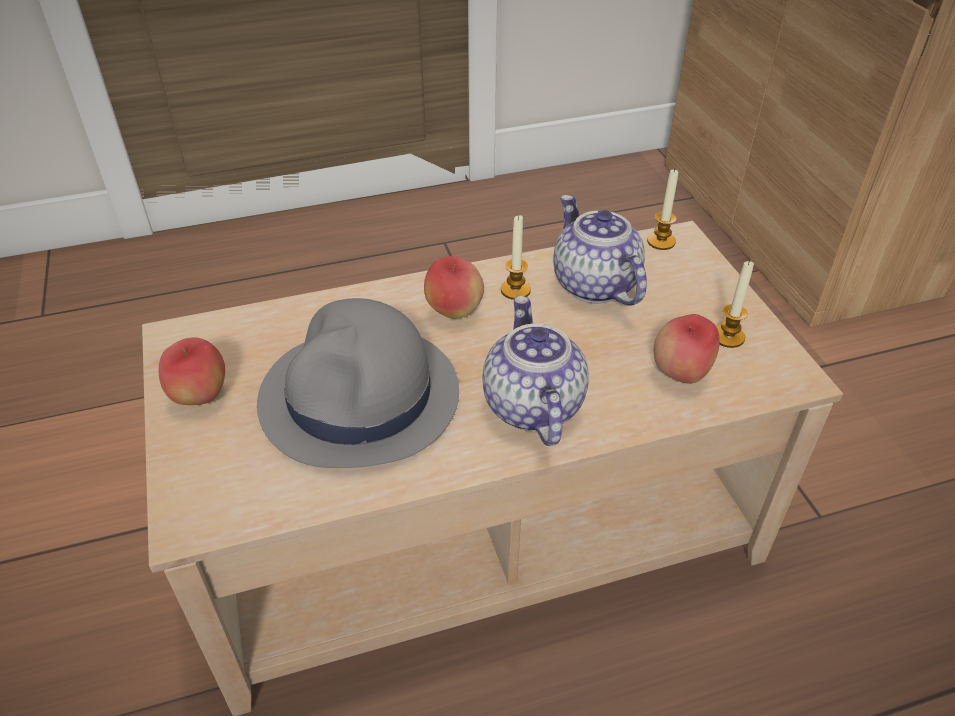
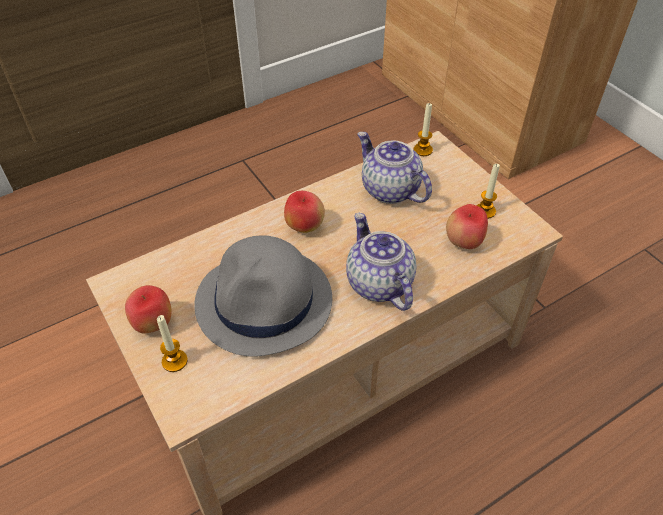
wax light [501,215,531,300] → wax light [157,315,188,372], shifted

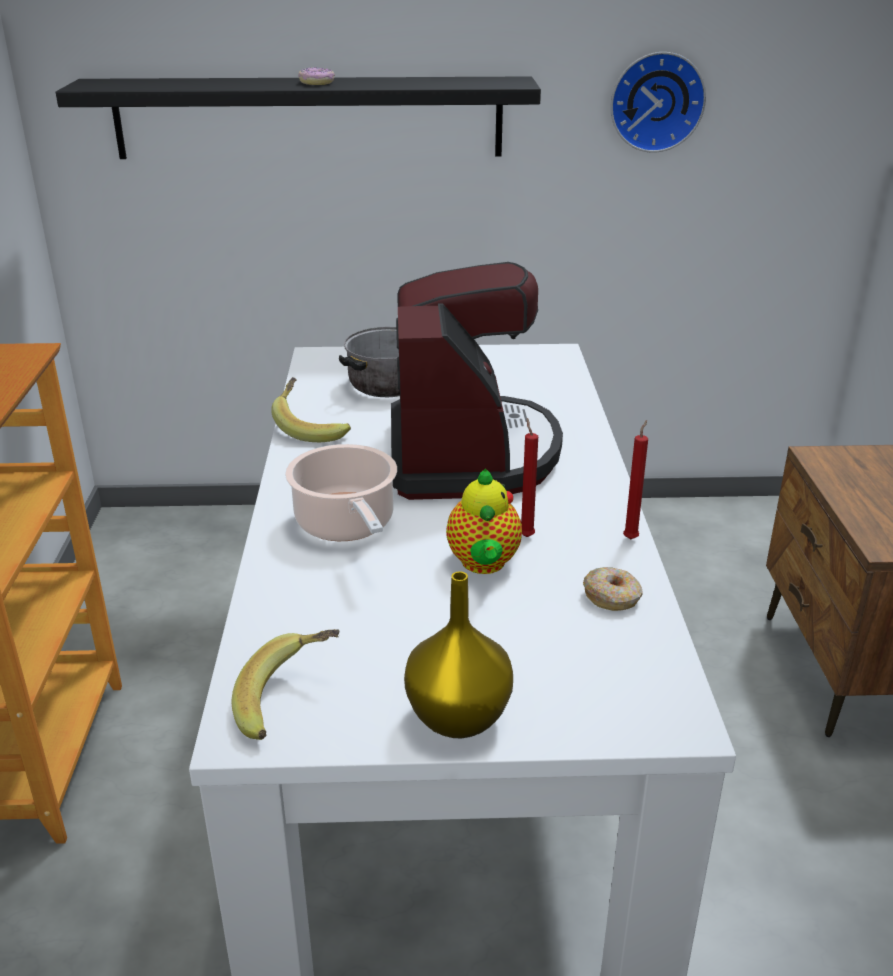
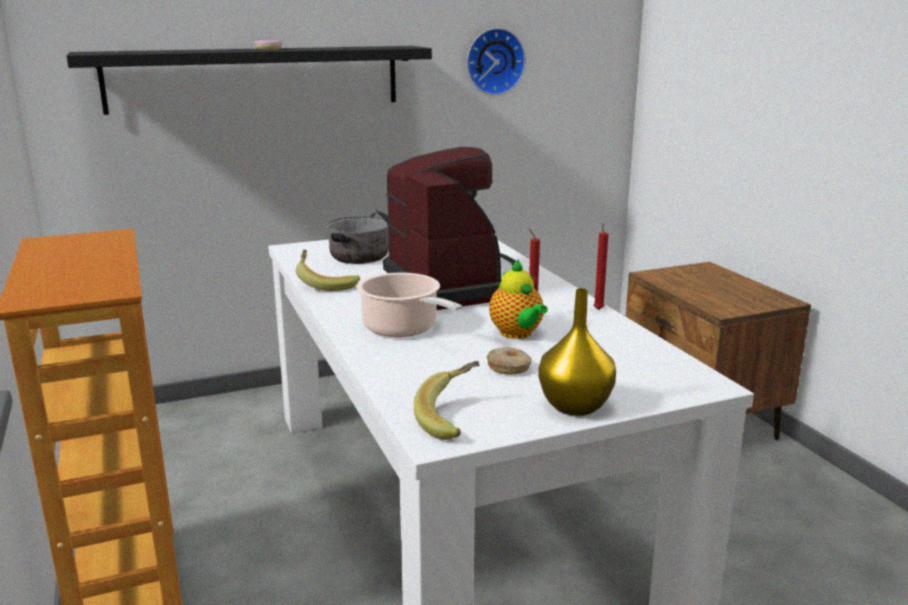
doughnut [583,567,643,611] → doughnut [487,347,532,375], shifted

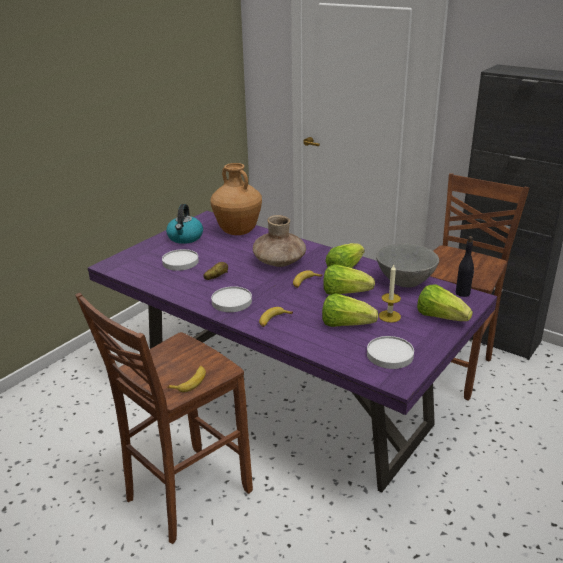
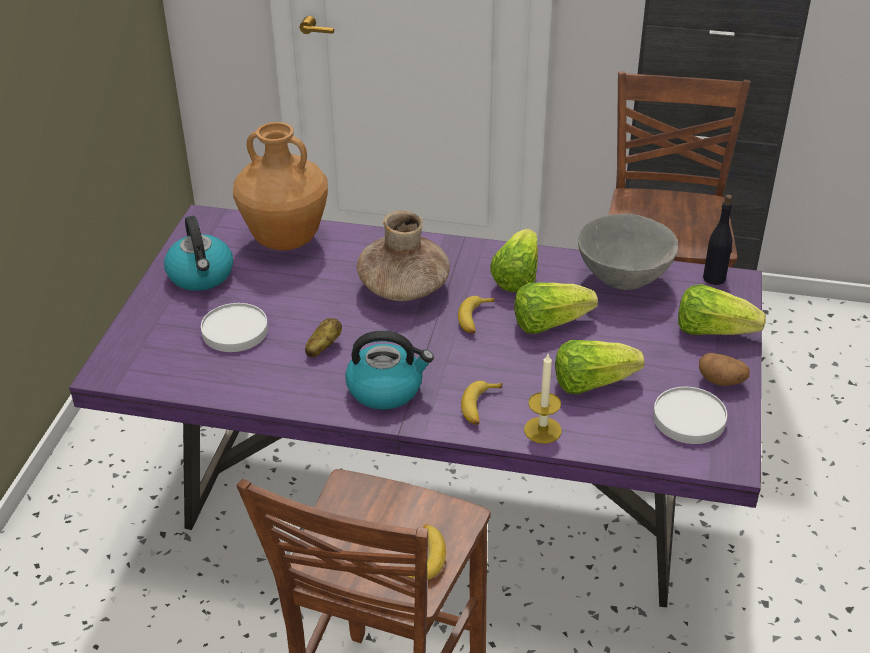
- → whole potato [699,353,750,386]
wax light [379,265,401,323] → wax light [524,354,562,444], shifted
white-coloured flat dish [211,286,252,312] → water kettle [345,331,434,410]

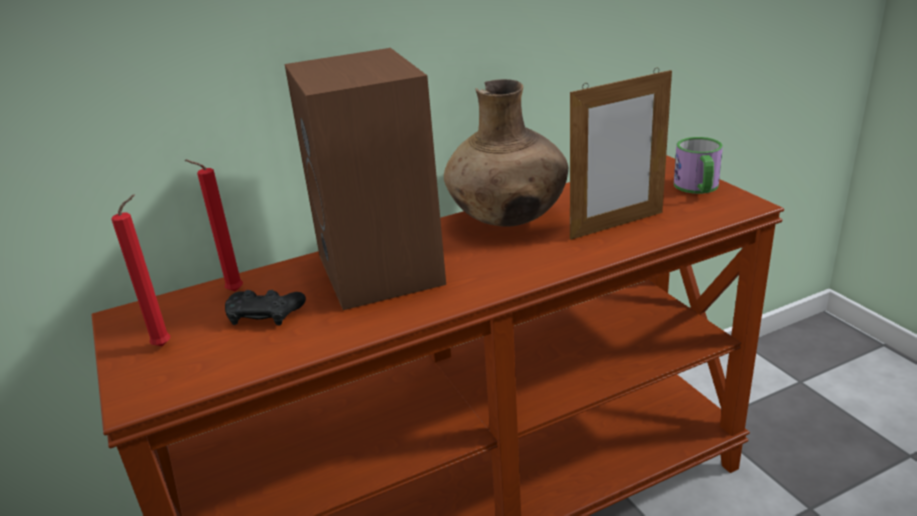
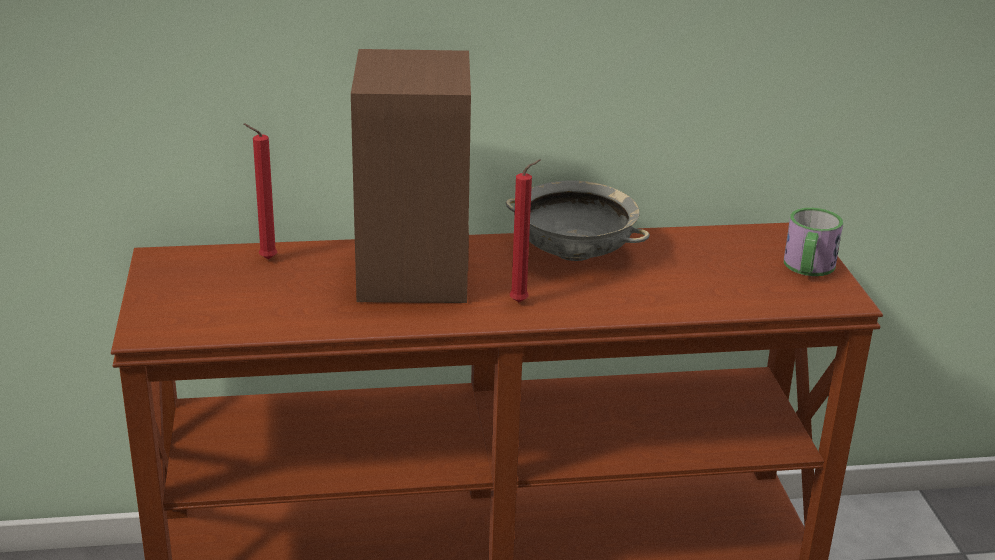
blackish joypad [225,290,306,326] → -
standing frame [570,68,672,240] → -
red-coloured wax light [111,194,170,346] → red-coloured wax light [510,160,541,302], shifted
brownish flower vase [444,79,568,227] → grey deep dish [506,180,650,261]

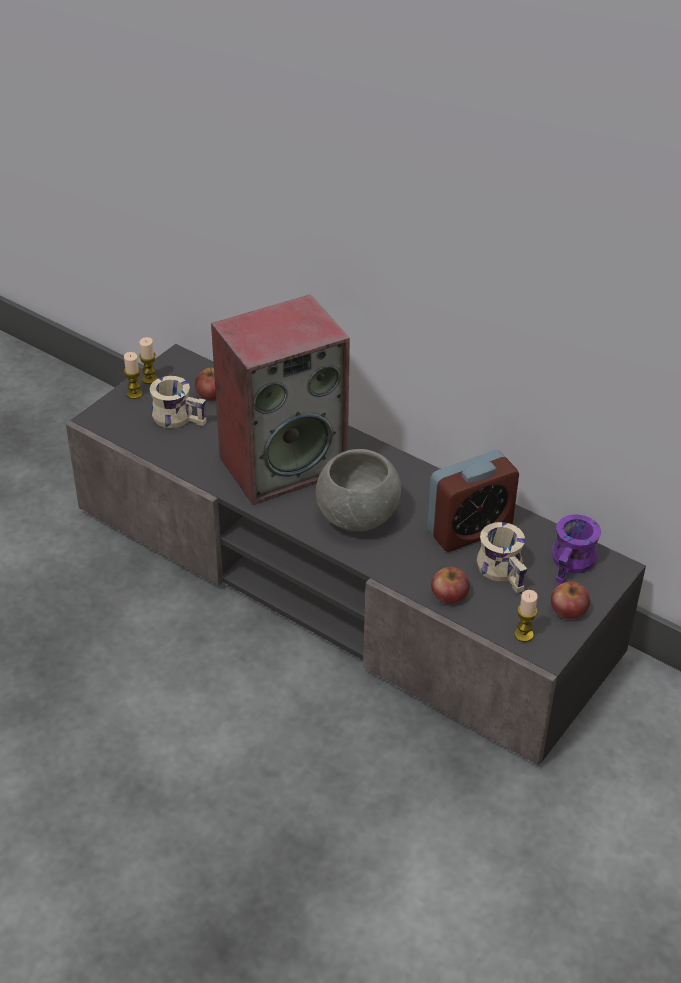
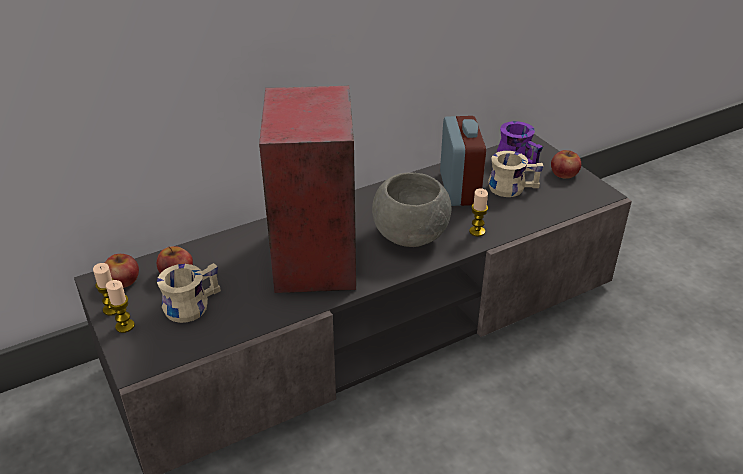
whole apple [431,567,470,604] → whole apple [105,254,139,288], shifted
wax light [514,590,538,642] → wax light [469,188,488,237], shifted

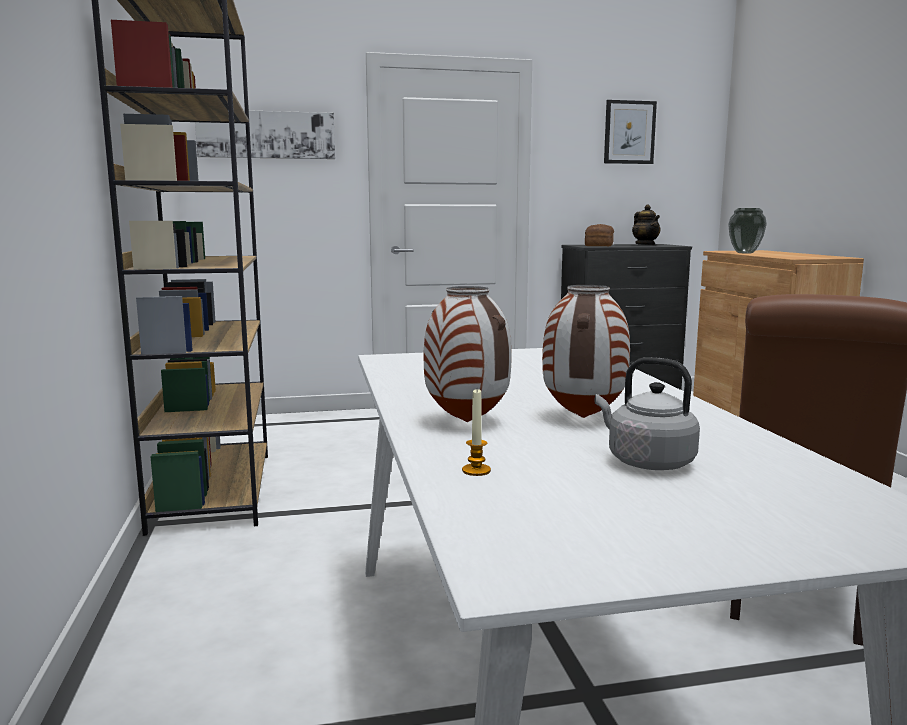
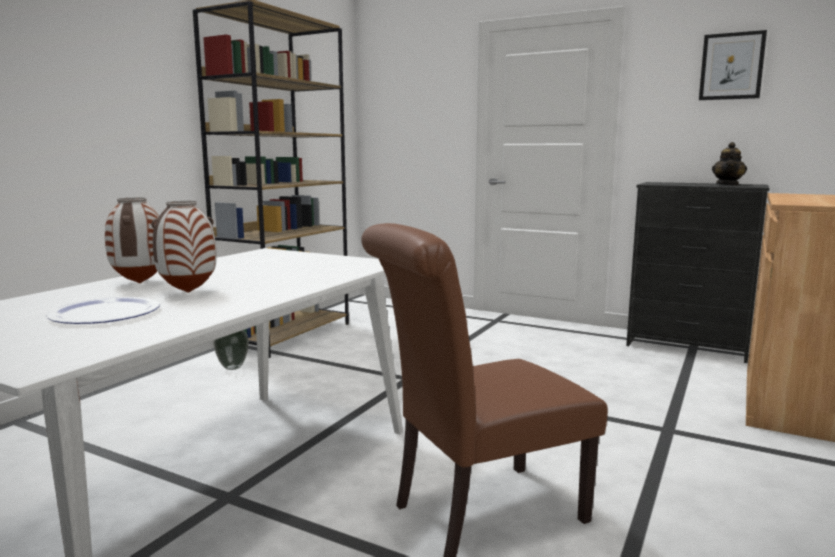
wall picture [195,110,335,159] → -
wax light [462,389,491,476] → -
bakery bread [585,224,614,246] → -
flower vase [728,208,767,253] → flower vase [213,330,249,370], shifted
grey water kettle [594,357,700,470] → flat dish [47,297,160,324]

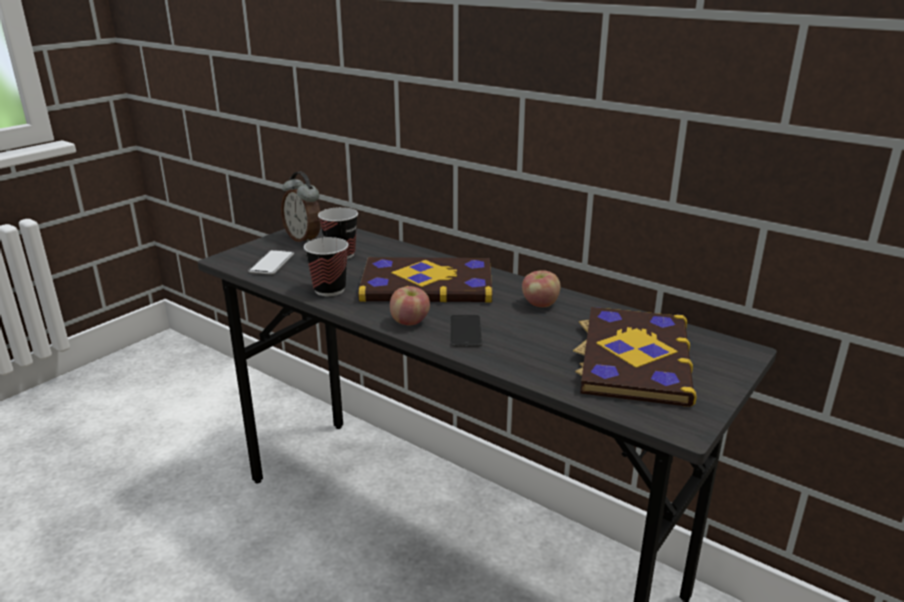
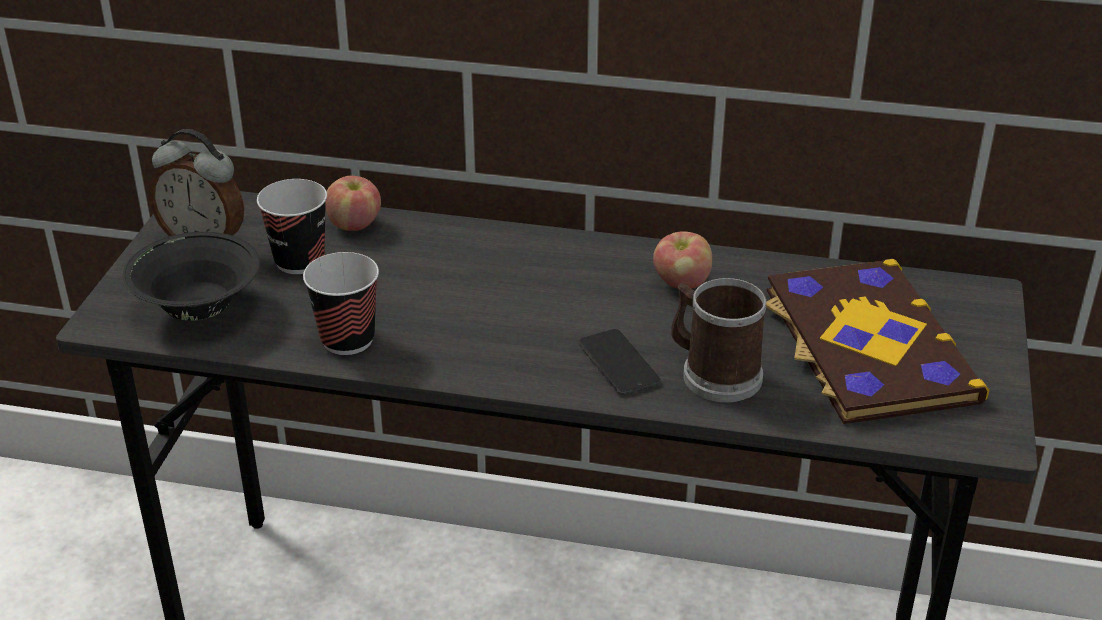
bound book [358,257,492,302] → -
- → tea mug [671,278,766,403]
whole apple [390,286,430,325] → whole apple [326,176,381,231], shifted
telephone [248,250,294,275] → blackish deep dish [123,232,260,321]

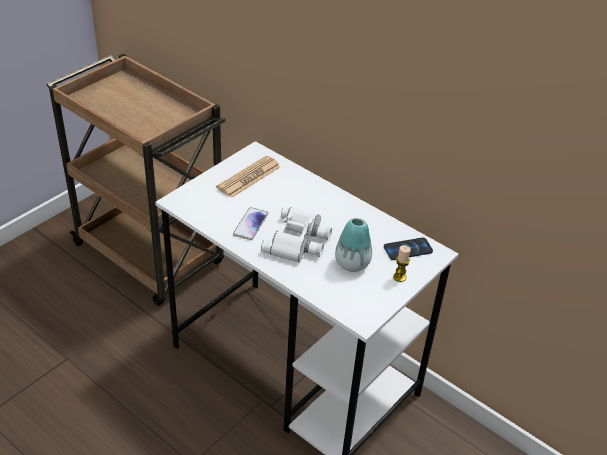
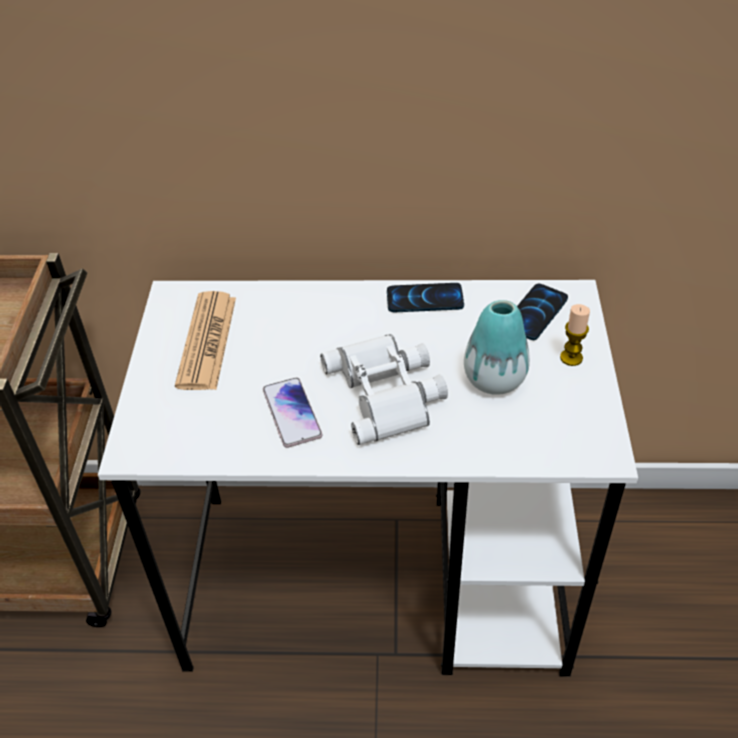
- → telephone [387,283,464,312]

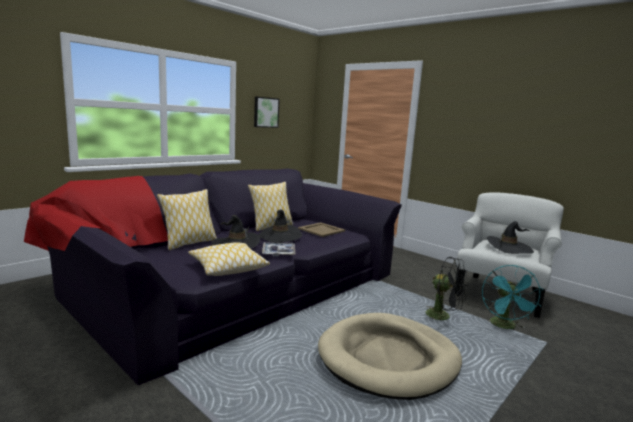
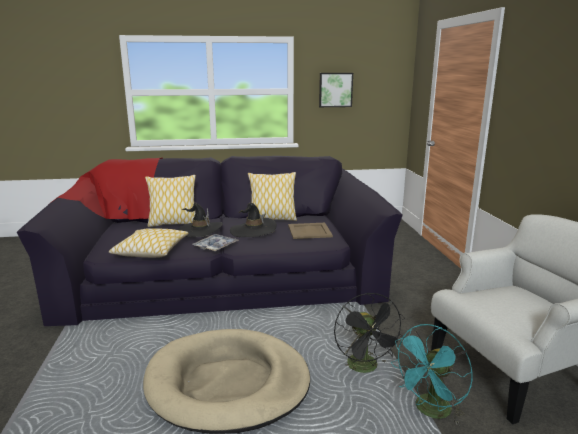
blackish clothing hat [487,221,534,254] → -

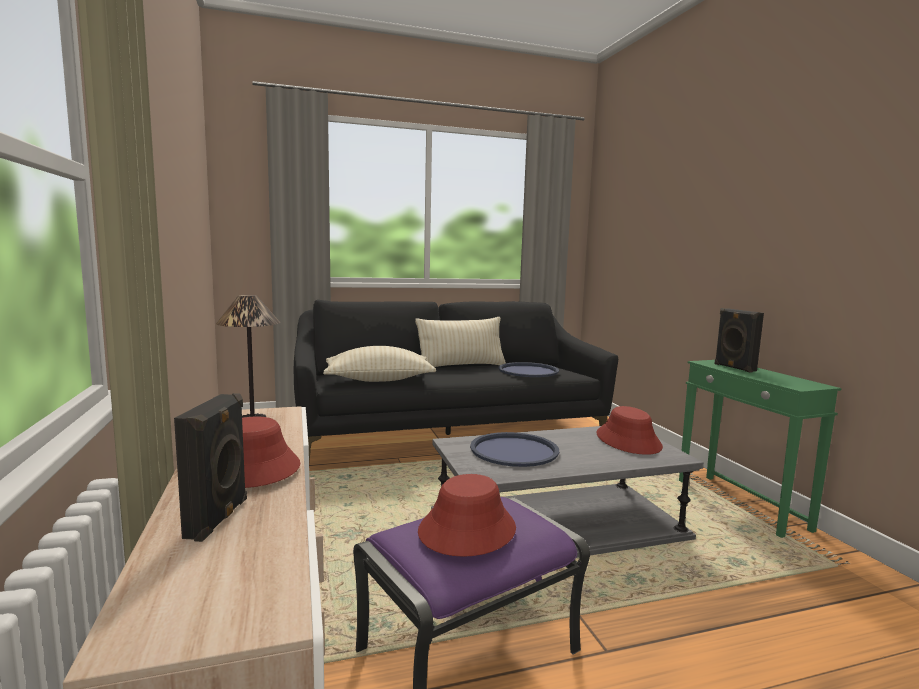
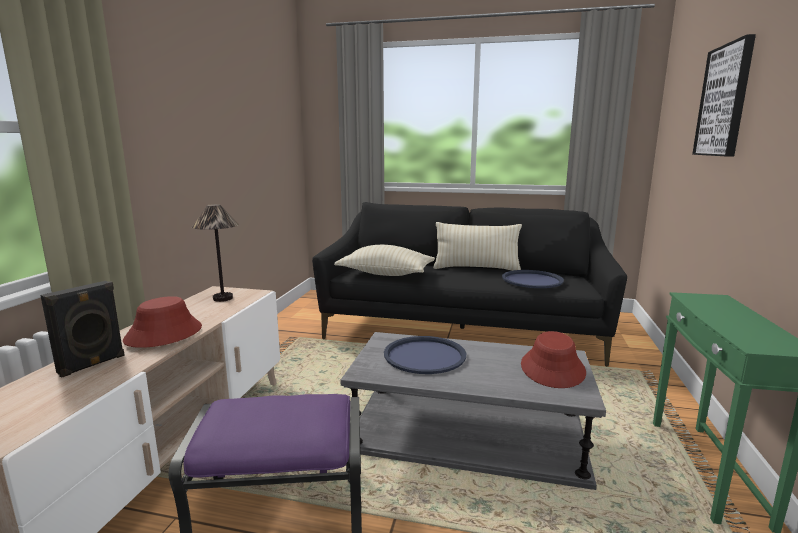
red-coloured clothing hat [418,474,516,557] → -
blackish audio speaker [714,308,764,373] → -
- → wall picture [692,34,756,157]

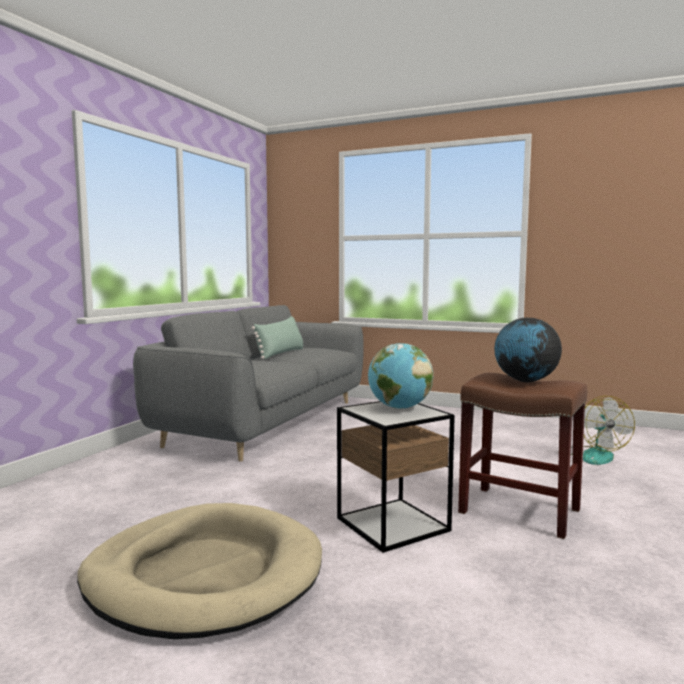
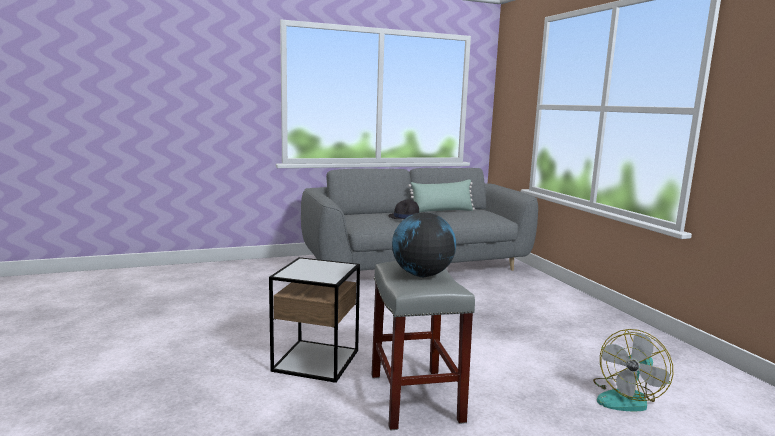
beige pet bed [77,503,322,639] → -
globe [368,343,434,409] → -
- → blackish clothing hat [388,199,419,219]
brownish sitting stool [458,373,587,539] → grey sitting stool [372,261,475,431]

